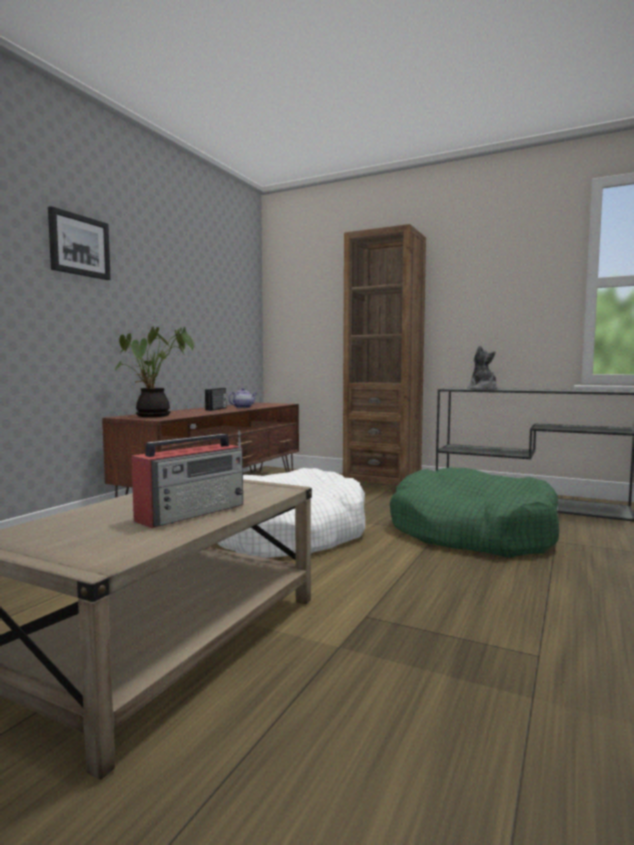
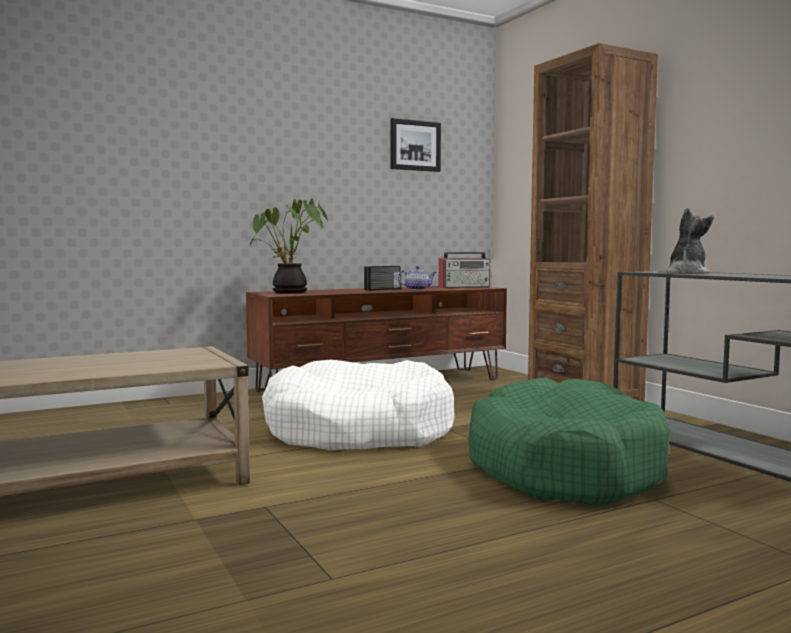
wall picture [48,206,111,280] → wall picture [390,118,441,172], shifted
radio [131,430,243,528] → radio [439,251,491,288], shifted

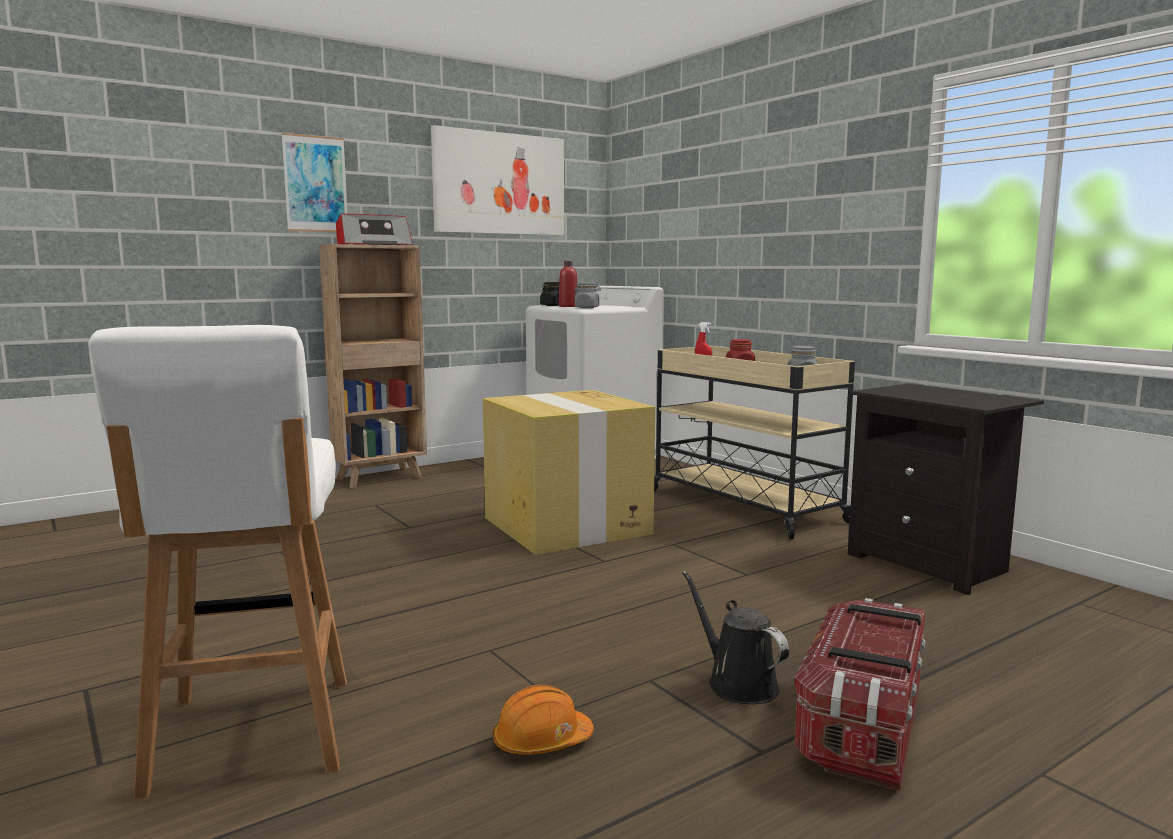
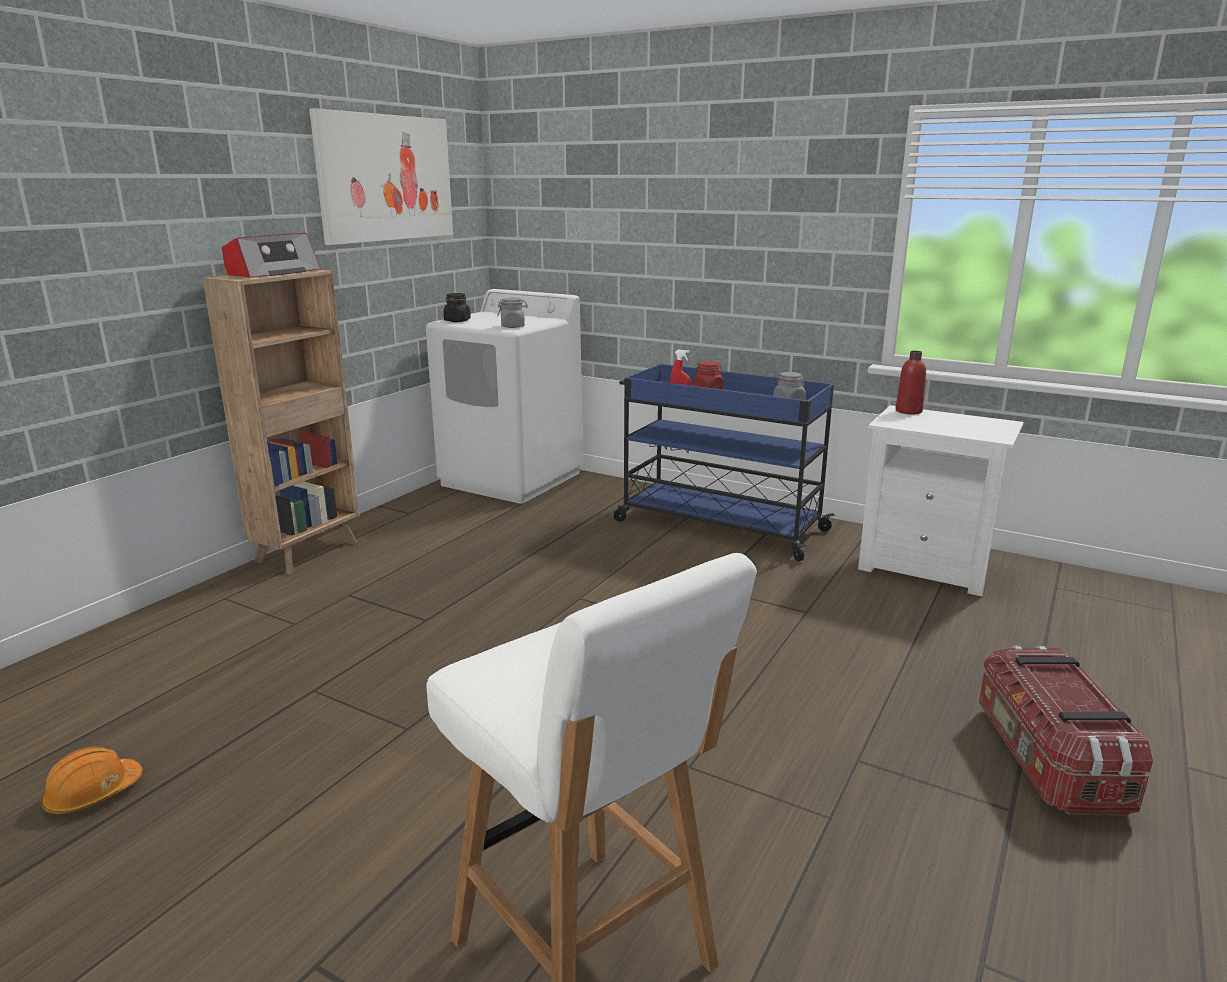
wall picture [281,133,347,232] → -
cardboard box [483,390,655,555] → -
blackish watering can [682,571,789,704] → -
orangey work helmet [493,684,594,755] → orangey work helmet [41,746,142,815], shifted
red-coloured drink bottle [559,261,578,307] → red-coloured drink bottle [895,351,926,415], shifted
beige trolley [654,346,855,540] → blue-coloured trolley [613,364,835,561]
blackish bedside table [848,383,1044,595] → white-coloured bedside table [858,405,1024,596]

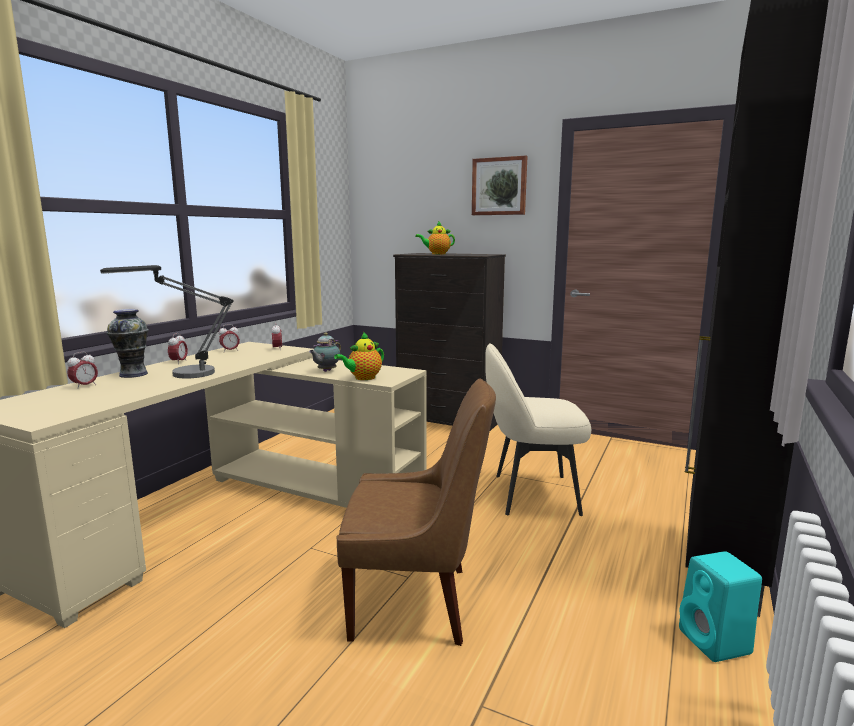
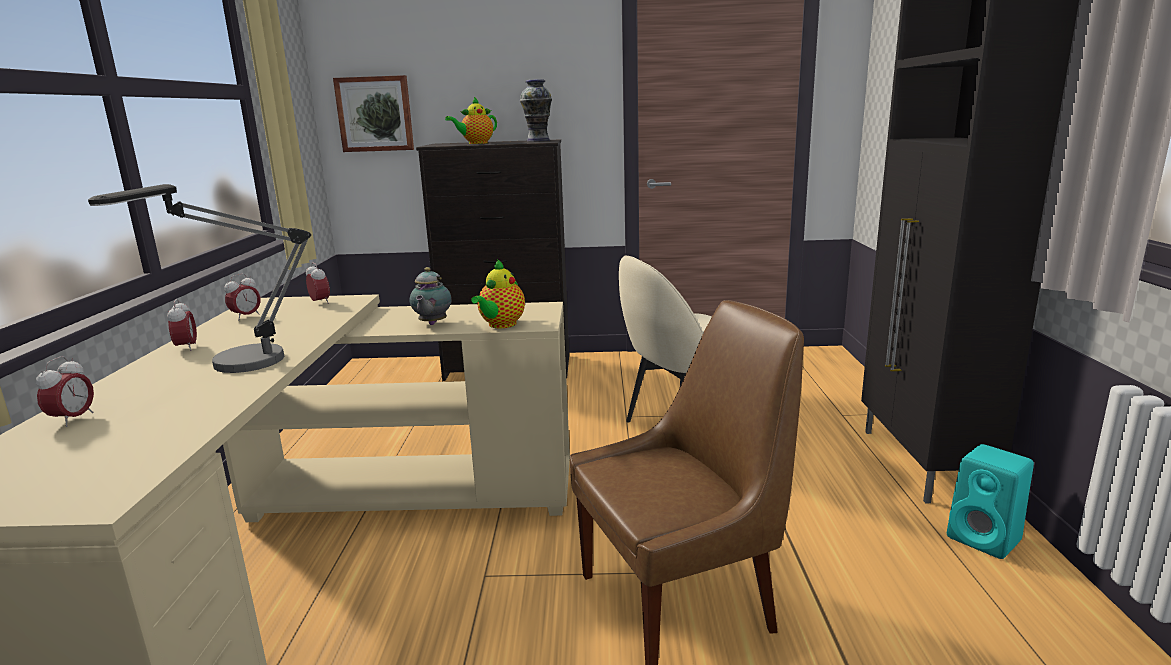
flower vase [107,309,149,378] → flower vase [520,79,552,142], shifted
wall picture [472,156,527,215] → wall picture [333,75,414,152], shifted

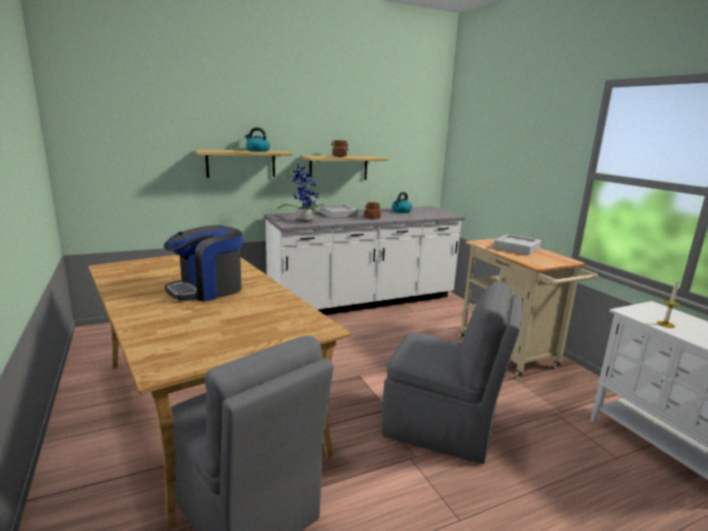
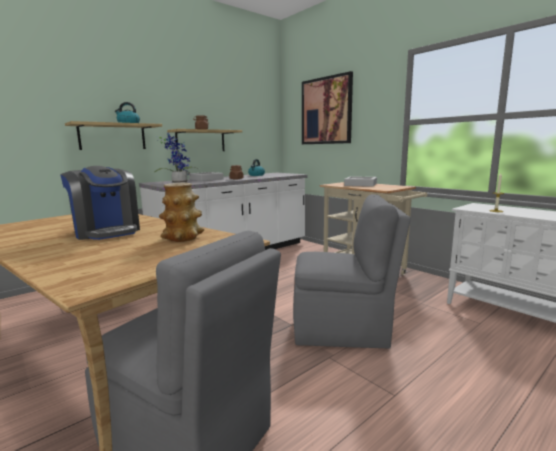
- → flower vase [159,183,204,242]
- → wall picture [302,71,353,144]
coffee machine [164,225,243,302] → coffee machine [60,166,140,240], 75 degrees counterclockwise

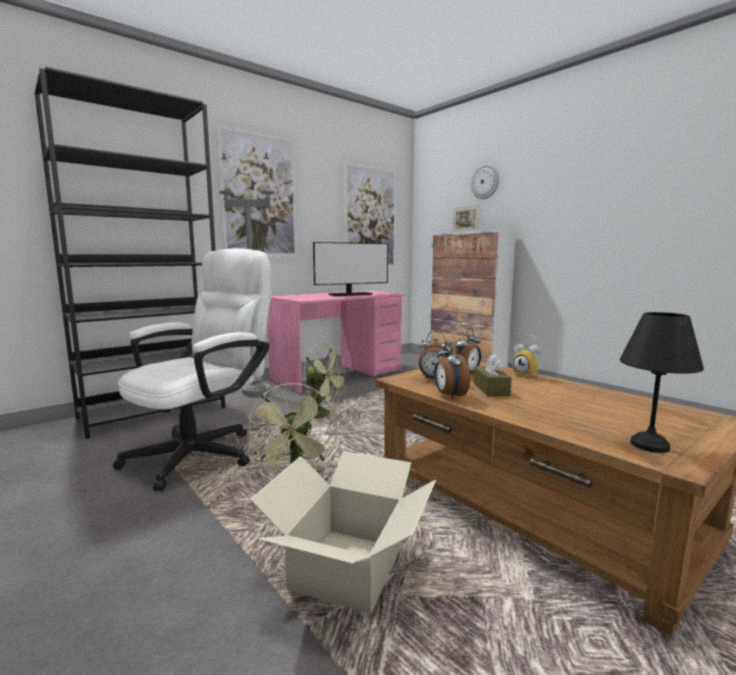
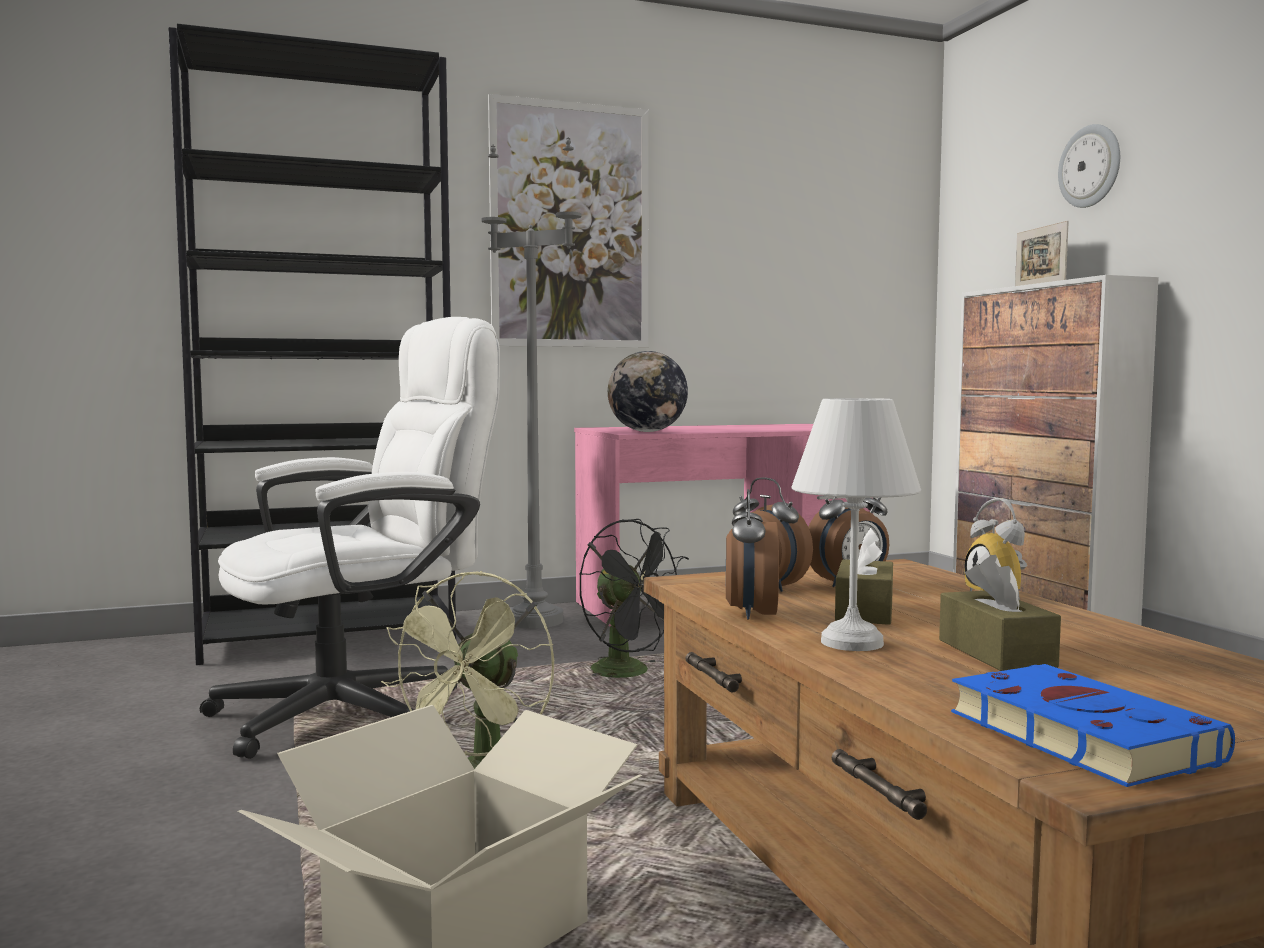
monitor [313,242,388,296] → -
wall picture [344,162,397,267] → -
- → globe [608,351,688,432]
- → white-coloured lamp for a table [791,398,921,651]
- → brownish box of tissues [939,555,1061,671]
blackish lamp for a table [620,312,704,453] → blue-coloured bound book [951,664,1235,787]
green-coloured fan [304,344,349,418] → blackish fan [579,519,689,678]

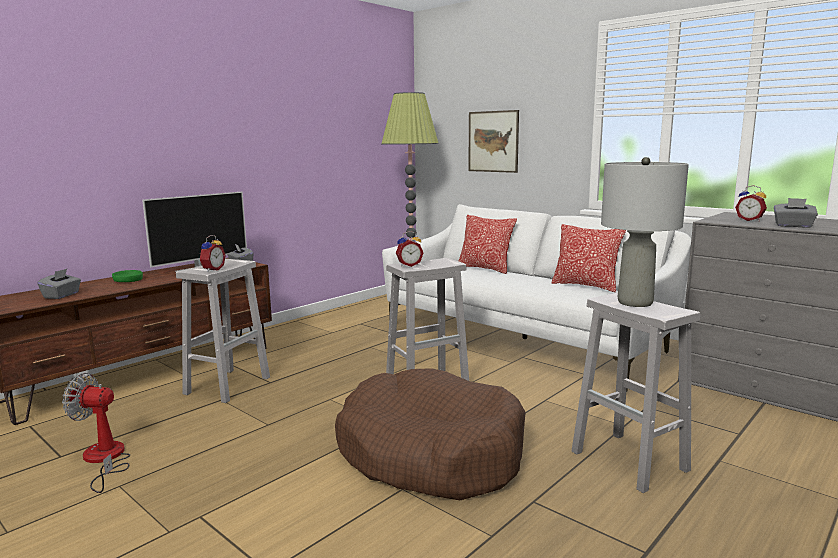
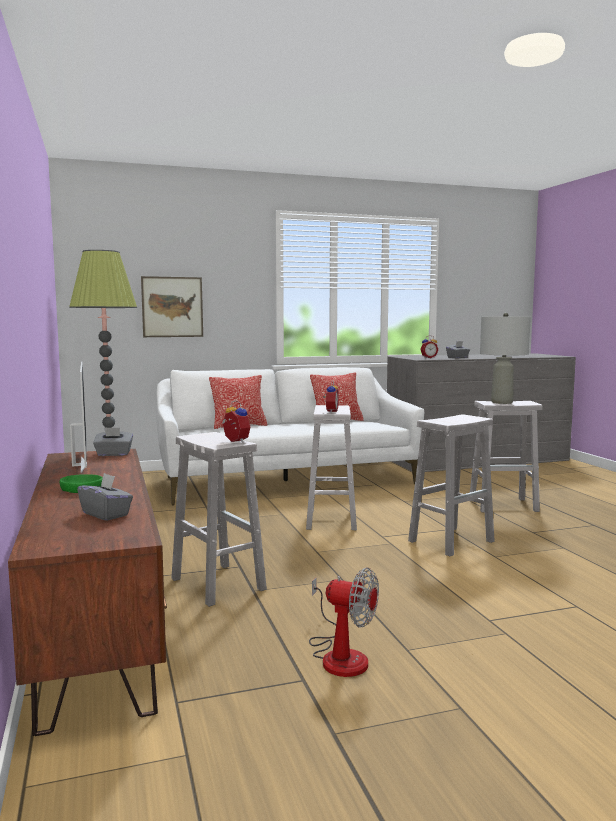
brownish pet bed [335,368,526,500] → white-coloured sitting stool [408,414,495,556]
fan [62,373,130,493] → fan [309,568,379,677], 105 degrees counterclockwise

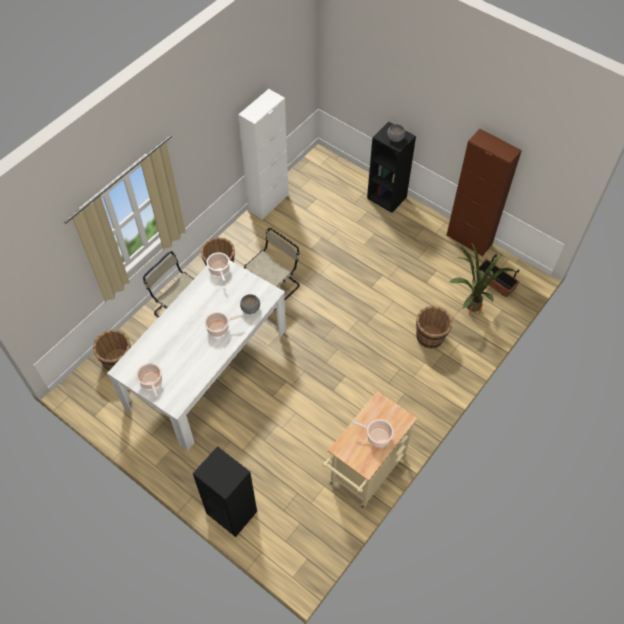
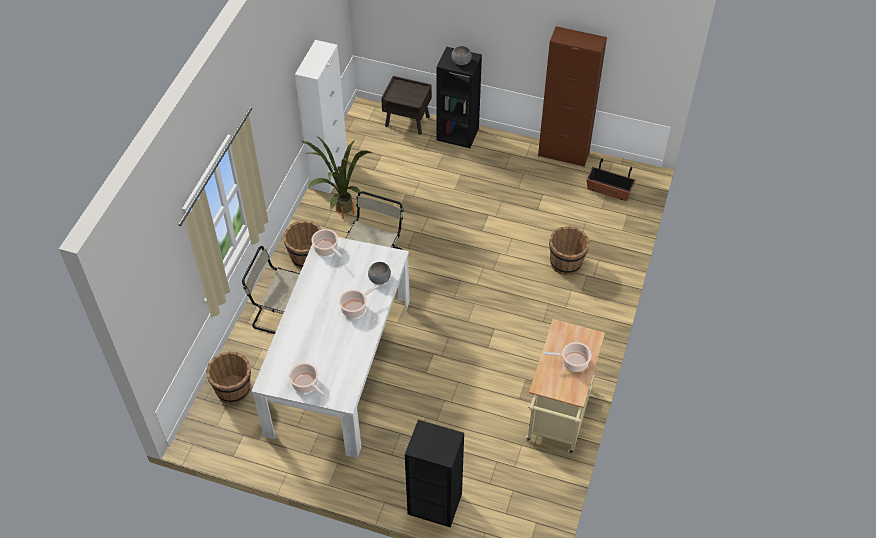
- → brownish bedside table [381,76,432,135]
potted plant [449,243,518,316] → potted plant [301,137,373,220], shifted

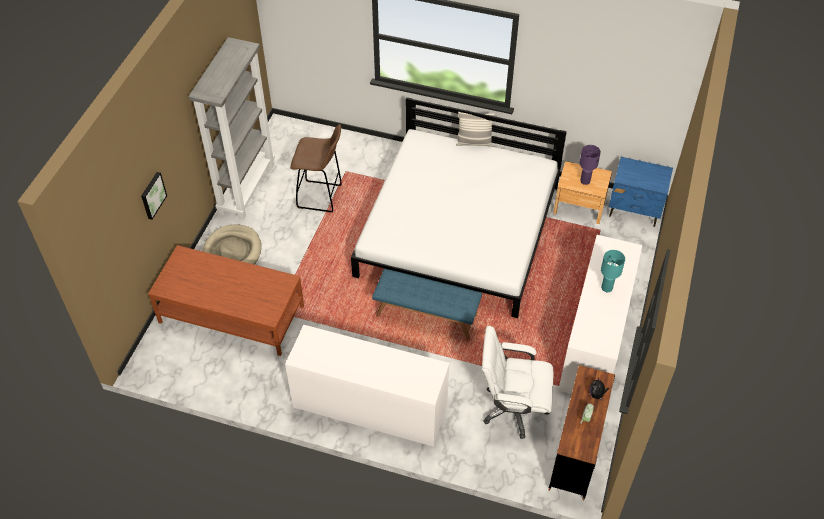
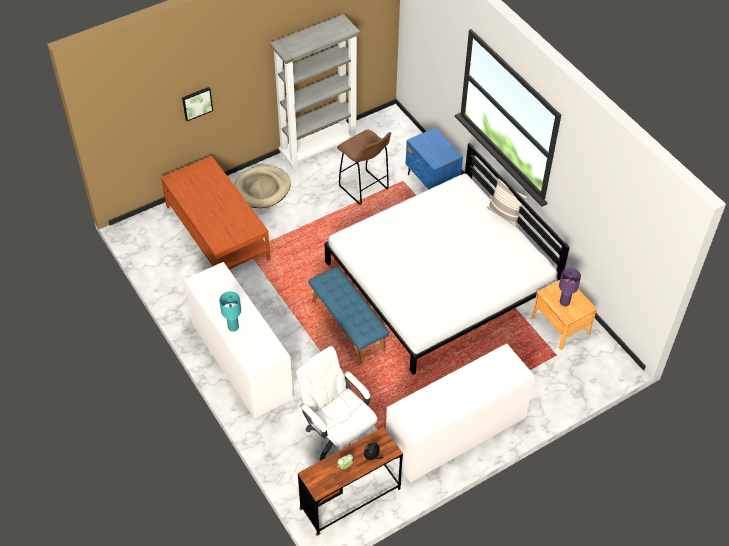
blue-green lamp for a table [601,250,625,292] → blue-green lamp for a table [219,291,241,332], shifted
blue-coloured bedside table [609,157,673,227] → blue-coloured bedside table [406,128,463,190], shifted

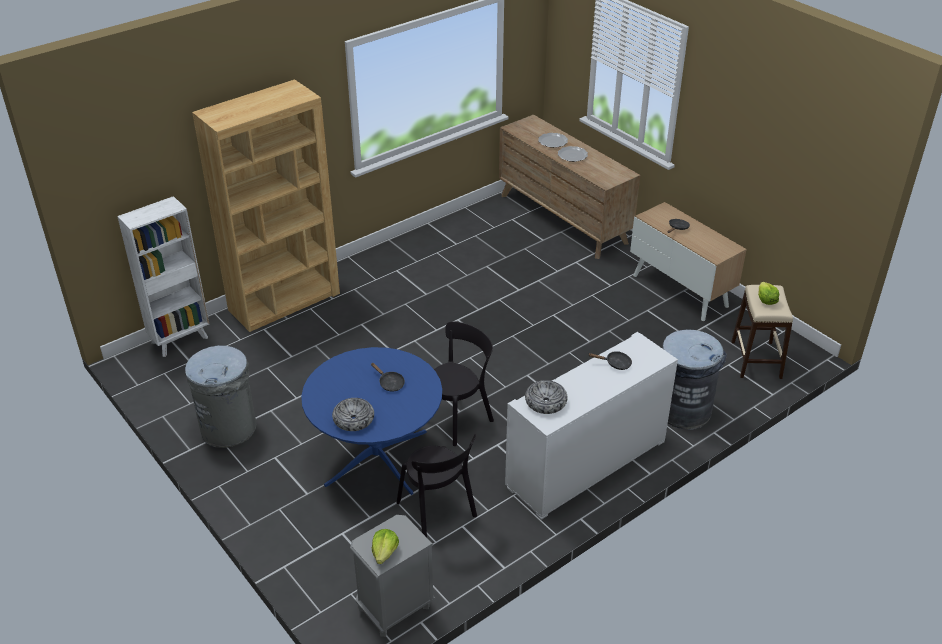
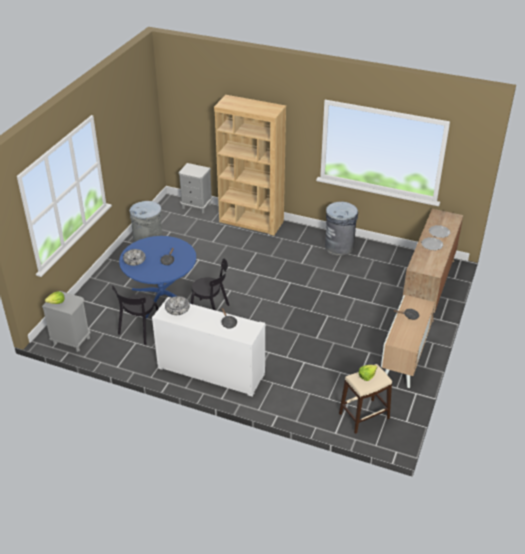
grey trash can [663,330,727,430] → grey trash can [325,202,358,256], shifted
white-coloured bookcase [117,196,209,357] → grey bedside table [178,163,213,213]

